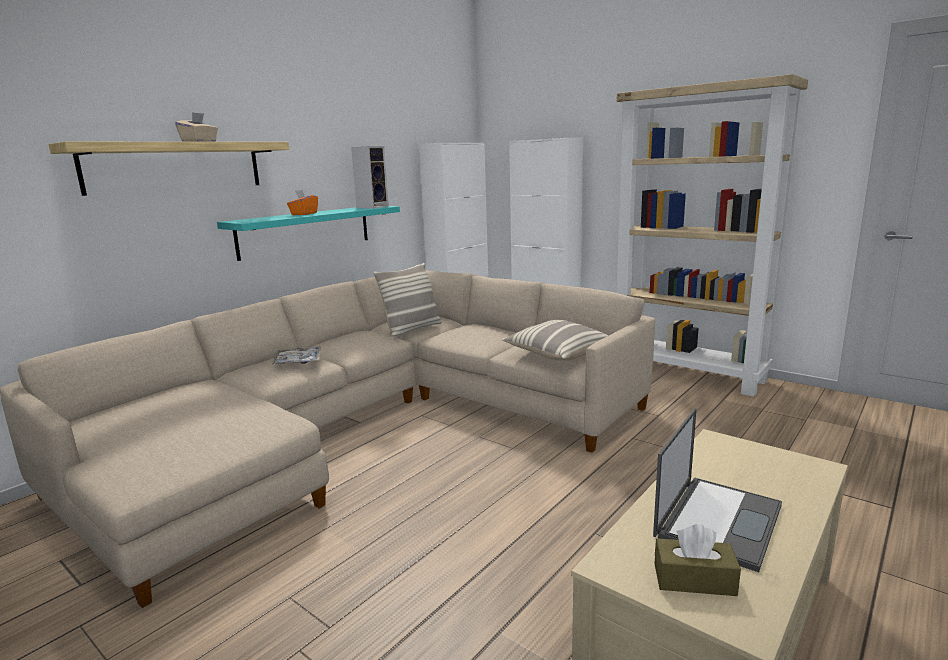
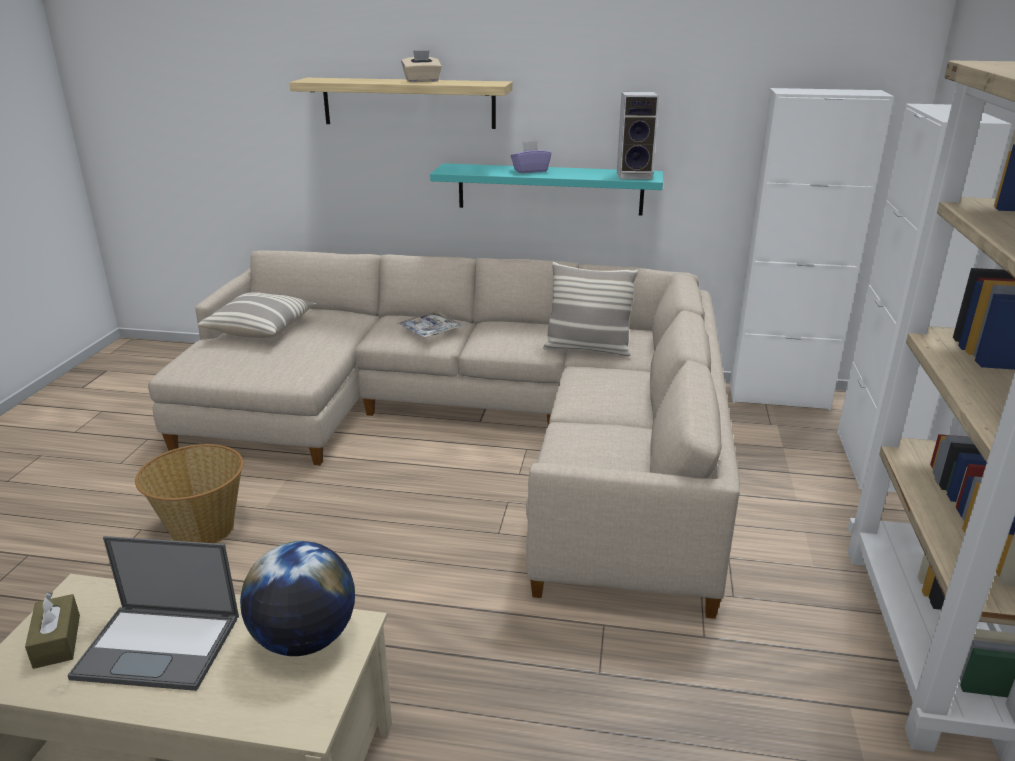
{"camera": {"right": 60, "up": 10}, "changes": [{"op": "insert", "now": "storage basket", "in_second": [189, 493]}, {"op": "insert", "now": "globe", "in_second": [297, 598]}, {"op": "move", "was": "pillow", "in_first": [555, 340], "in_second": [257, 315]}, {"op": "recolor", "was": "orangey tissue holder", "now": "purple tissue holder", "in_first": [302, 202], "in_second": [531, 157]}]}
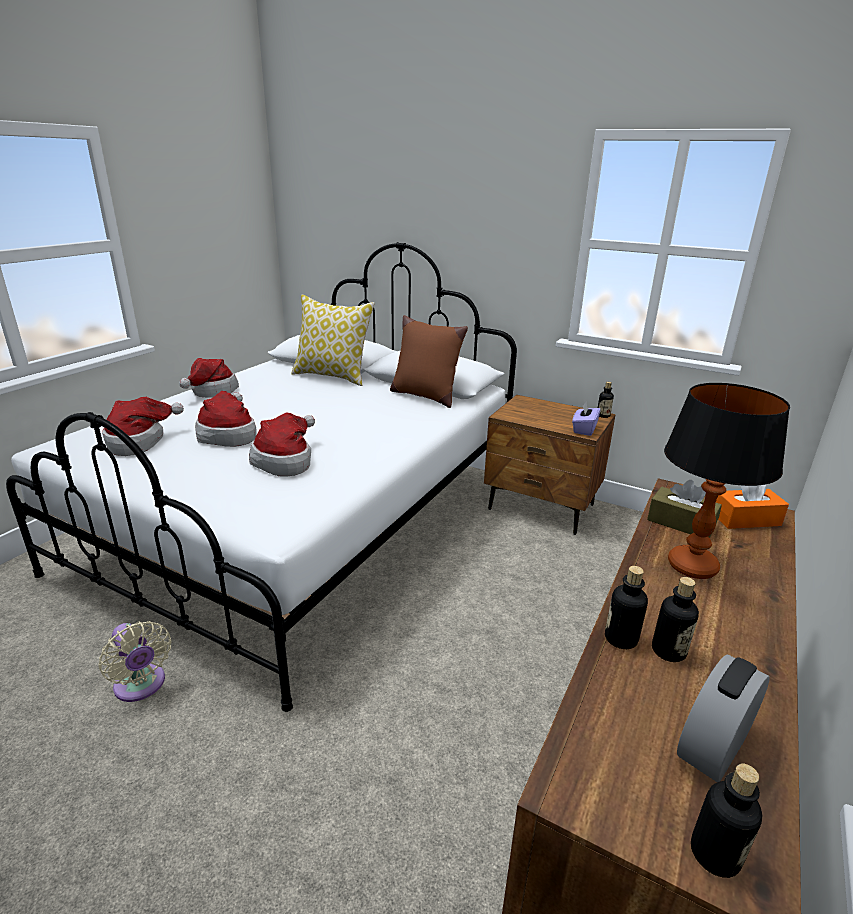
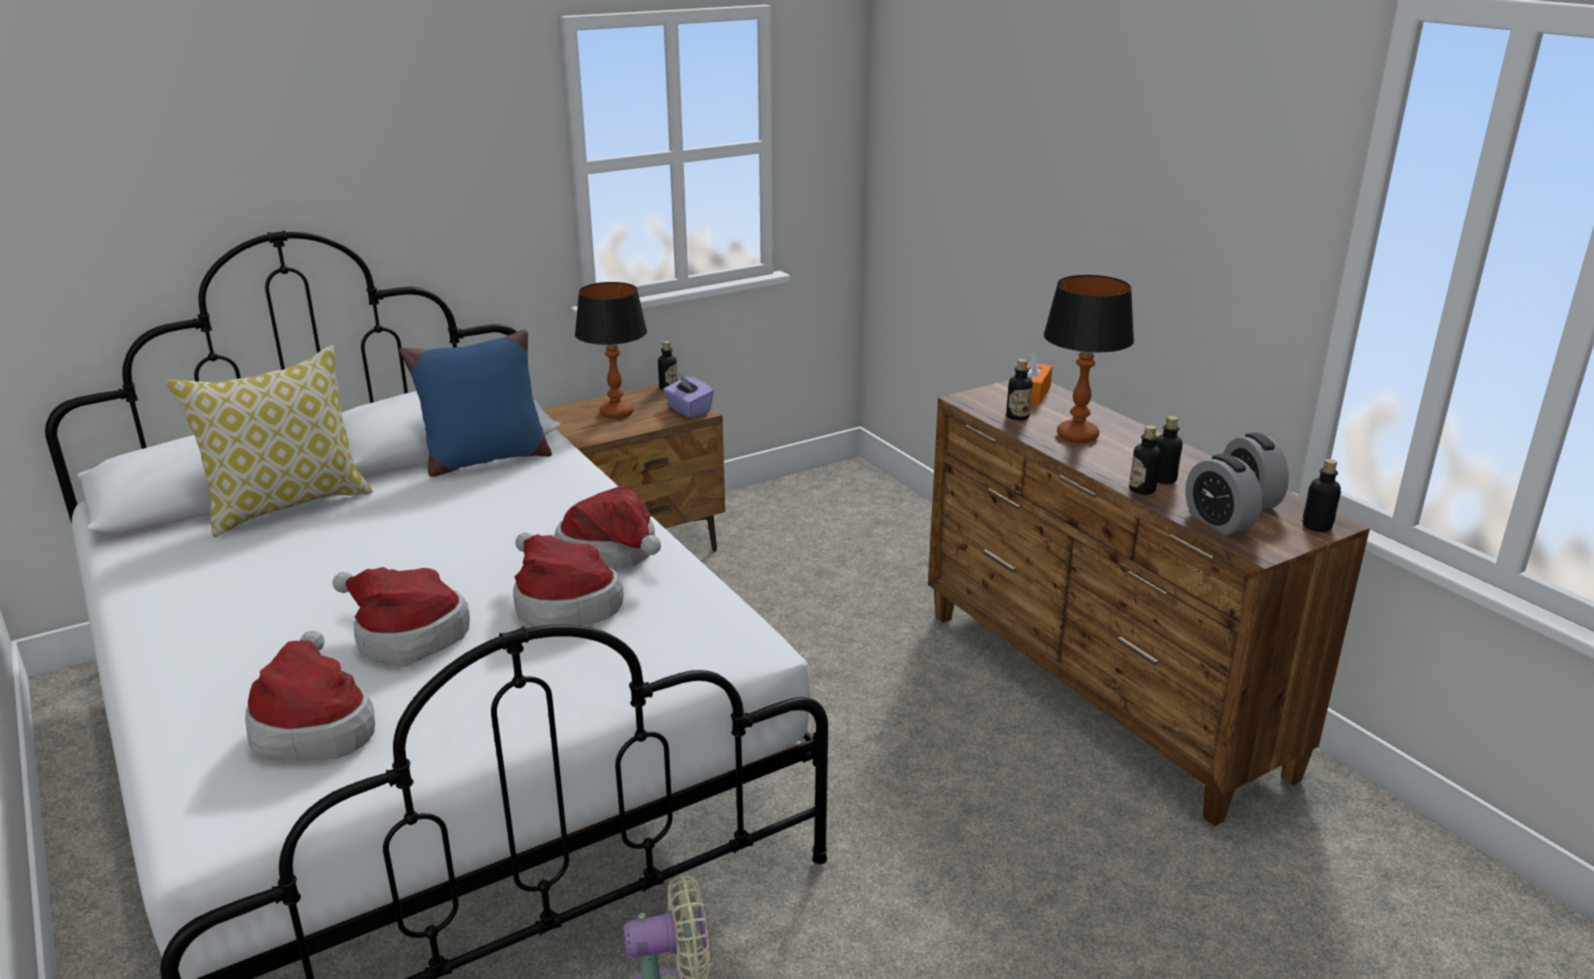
{"camera": {"right": -60, "up": 0}, "changes": [{"op": "insert", "now": "table lamp", "in_second": [611, 350]}, {"op": "insert", "now": "table clock", "in_second": [1224, 494]}, {"op": "move", "was": "clothing hat", "in_first": [209, 378], "in_second": [607, 526]}, {"op": "replace", "was": "brown-coloured tissue holder", "now": "beverage bottle", "in_first": [684, 509], "in_second": [1019, 390]}, {"op": "recolor", "was": "brown-coloured pillow", "now": "bluish pillow", "in_first": [429, 361], "in_second": [475, 403]}]}
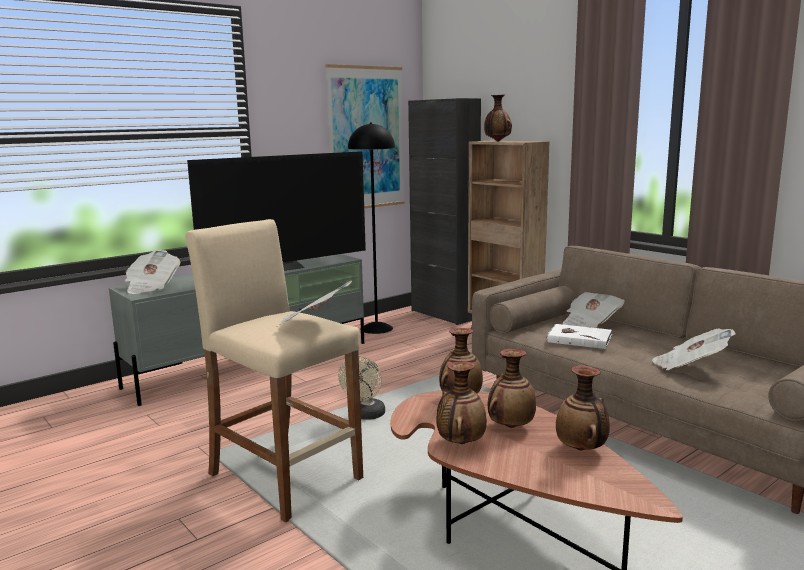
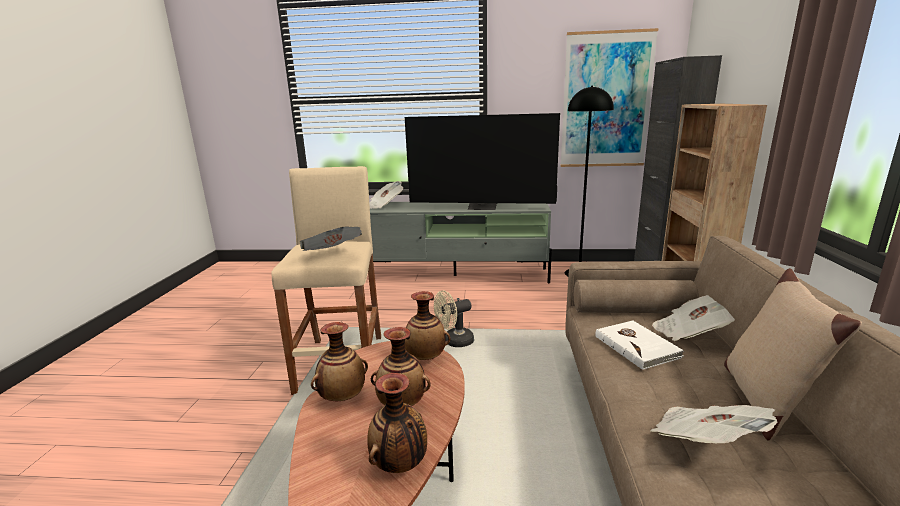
{"camera": {"right": 45, "up": 5}, "changes": [{"op": "delete", "was": "flower vase", "in_first": [498, 117]}, {"op": "insert", "now": "sand-coloured pillow", "in_second": [793, 354]}]}
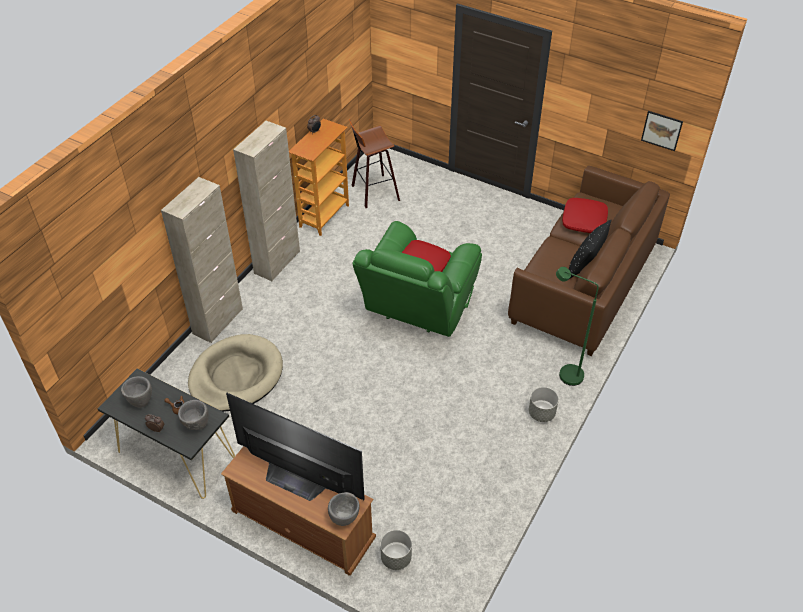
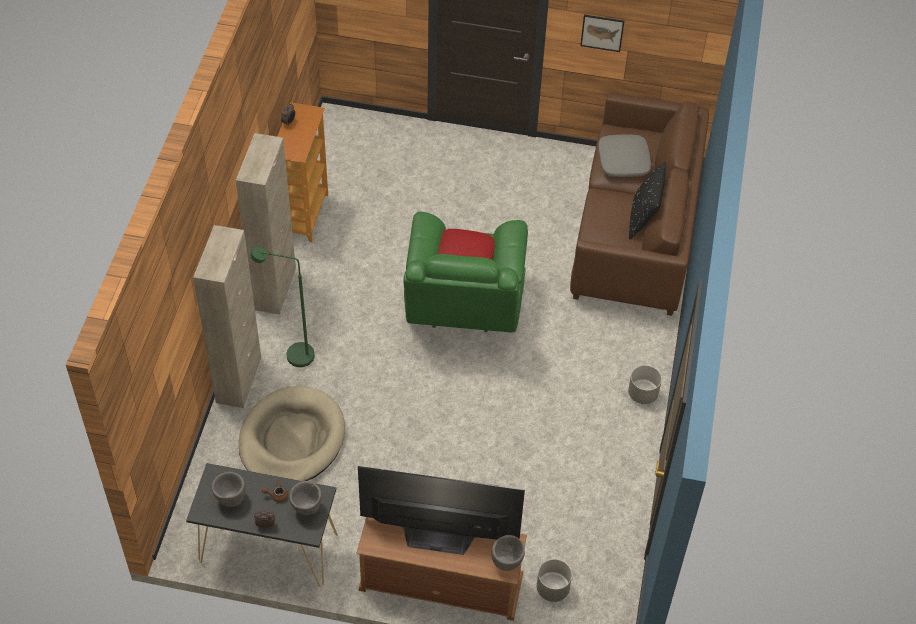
{"camera": {"right": -20, "up": 5}, "changes": [{"op": "delete", "was": "stool seat", "in_first": [374, 163]}, {"op": "move", "was": "green standing lamp", "in_first": [577, 326], "in_second": [282, 307]}, {"op": "move", "was": "wall picture", "in_first": [662, 131], "in_second": [602, 33]}, {"op": "recolor", "was": "red-coloured pillow", "now": "greyish pillow", "in_first": [585, 215], "in_second": [624, 155]}]}
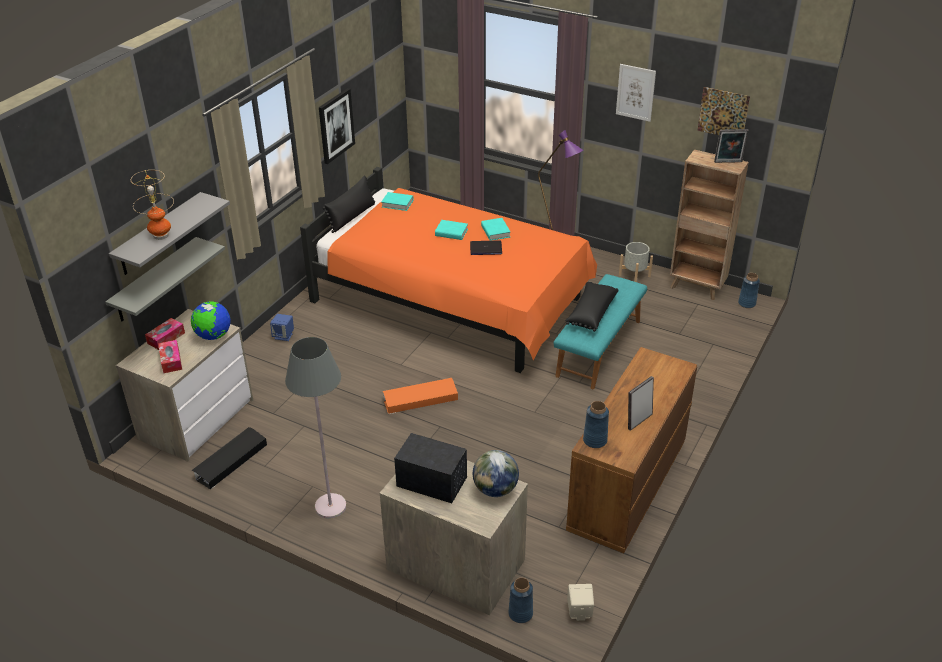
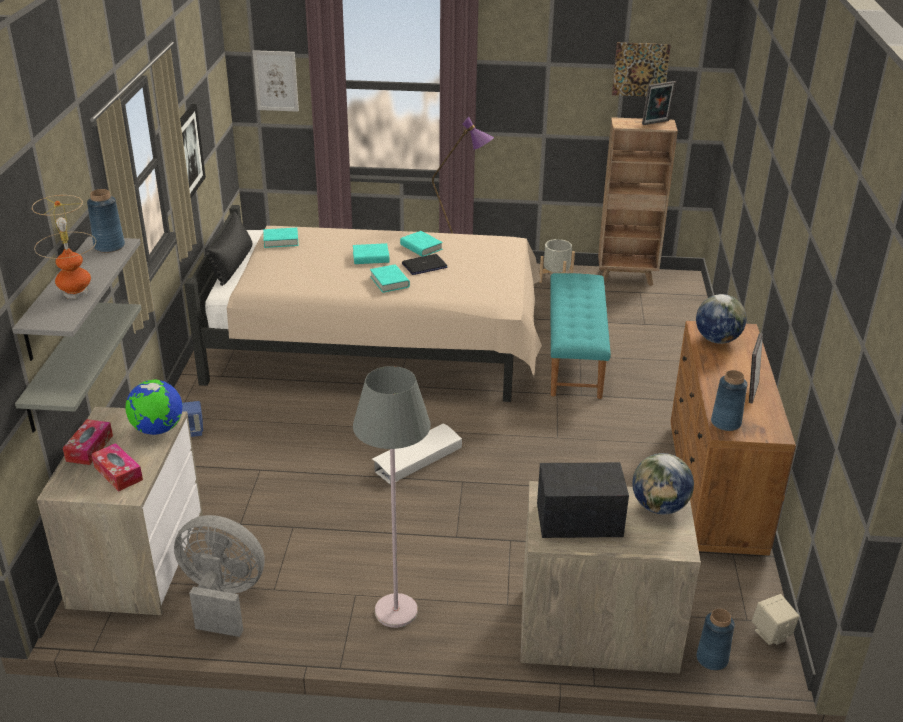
{"camera": {"right": -25, "up": -5}, "changes": [{"op": "delete", "was": "black pillow", "in_first": [592, 307]}, {"op": "insert", "now": "turquoise-coloured bound book", "in_second": [390, 278]}, {"op": "insert", "now": "globe", "in_second": [721, 319]}, {"op": "move", "was": "wall picture", "in_first": [636, 93], "in_second": [275, 81]}, {"op": "move", "was": "bluish flower vase", "in_first": [749, 290], "in_second": [106, 221]}, {"op": "replace", "was": "black storage box", "now": "greyish fan", "in_first": [229, 458], "in_second": [219, 576]}, {"op": "recolor", "was": "orangey bedroom bed", "now": "sand-coloured bedroom bed", "in_first": [448, 270], "in_second": [363, 303]}, {"op": "recolor", "was": "orangey storage box", "now": "white storage box", "in_first": [420, 396], "in_second": [417, 454]}]}
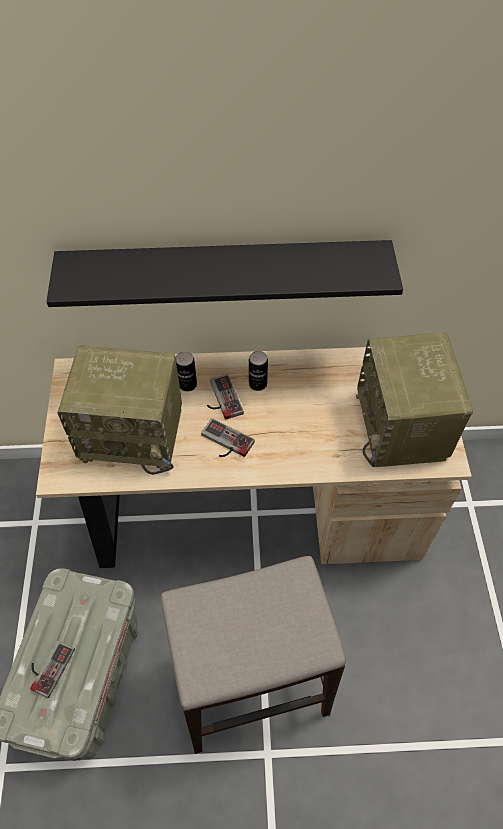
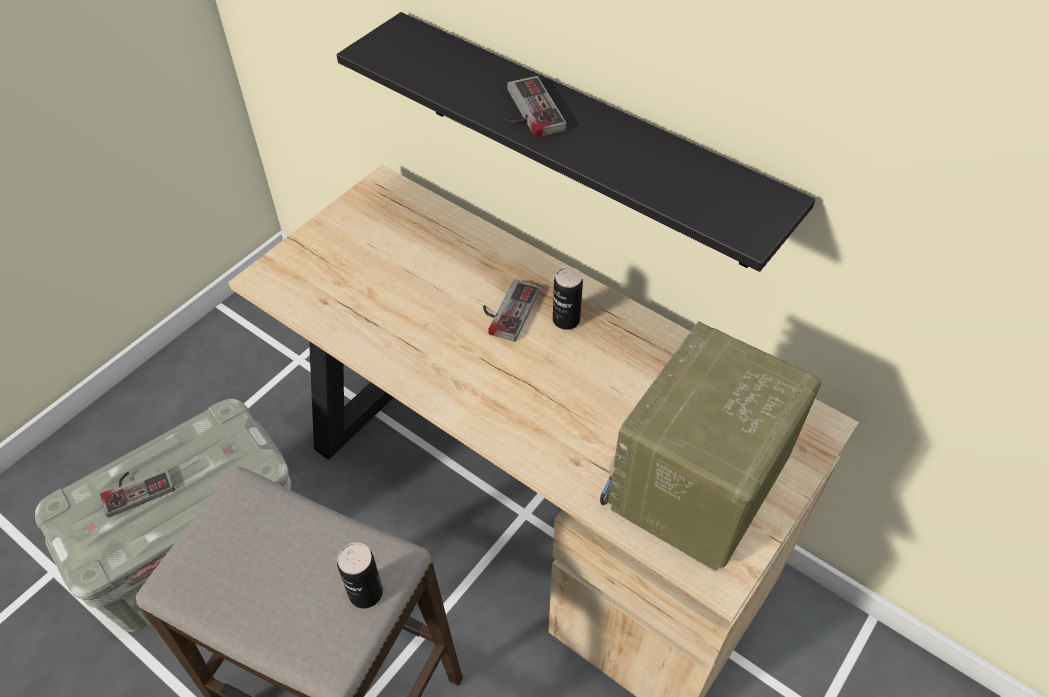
{"camera": {"right": 40, "up": -5}, "changes": [{"op": "delete", "was": "radio set", "in_first": [119, 410]}, {"op": "move", "was": "sealed can", "in_first": [186, 371], "in_second": [360, 576]}, {"op": "move", "was": "game controller", "in_first": [228, 437], "in_second": [535, 106]}]}
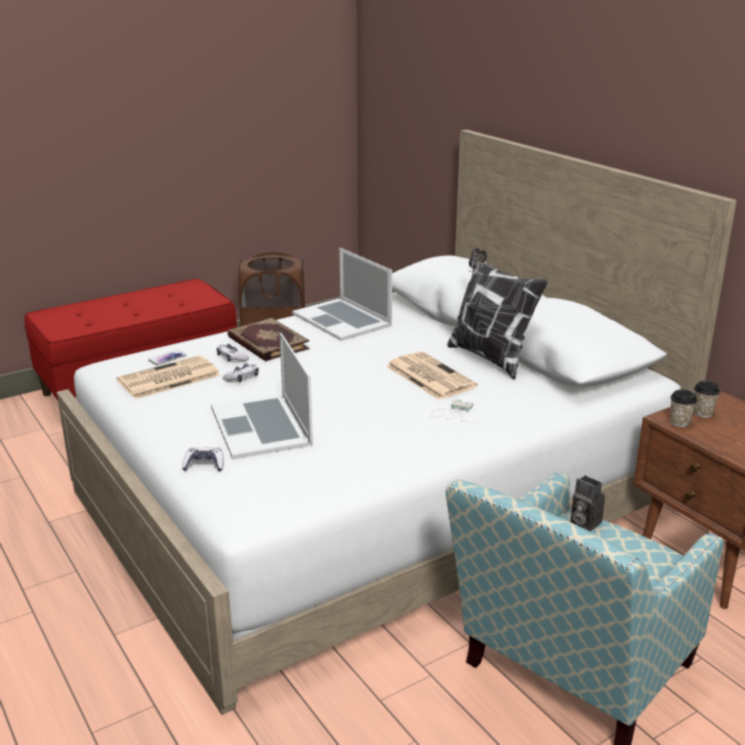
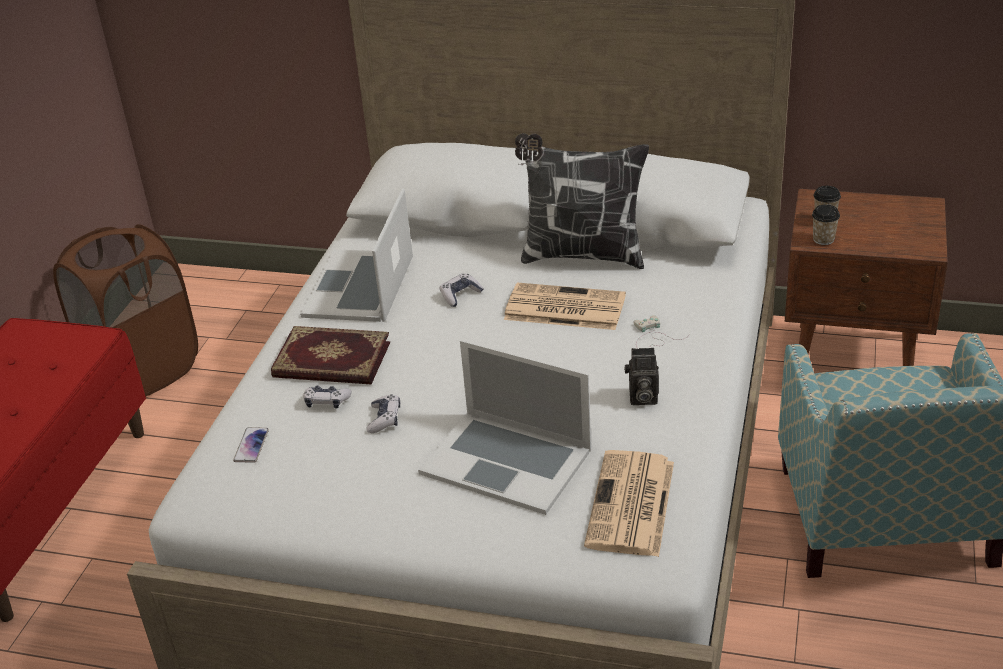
{"camera": {"right": -40, "up": 10}, "changes": [{"op": "move", "was": "printed paper", "in_first": [169, 377], "in_second": [629, 503]}, {"op": "move", "was": "game controller", "in_first": [203, 459], "in_second": [462, 290]}, {"op": "move", "was": "still camera", "in_first": [588, 503], "in_second": [641, 376]}, {"op": "rotate", "was": "notebook computer", "in_first": [342, 294], "in_second": [356, 255], "clockwise": 90}]}
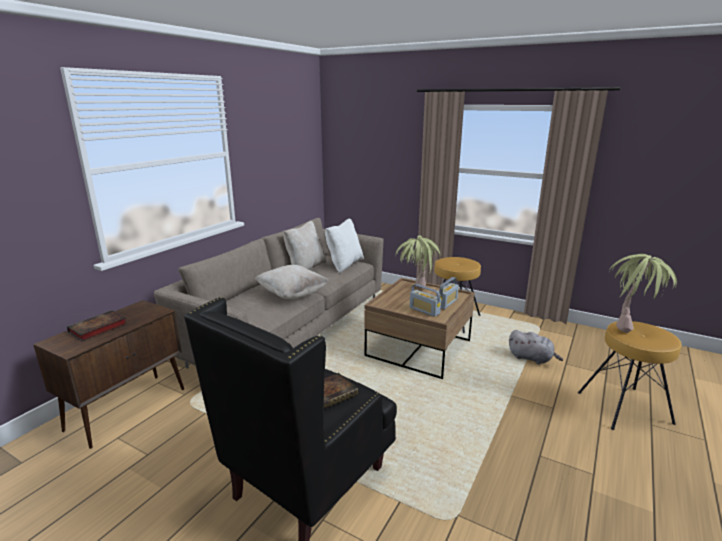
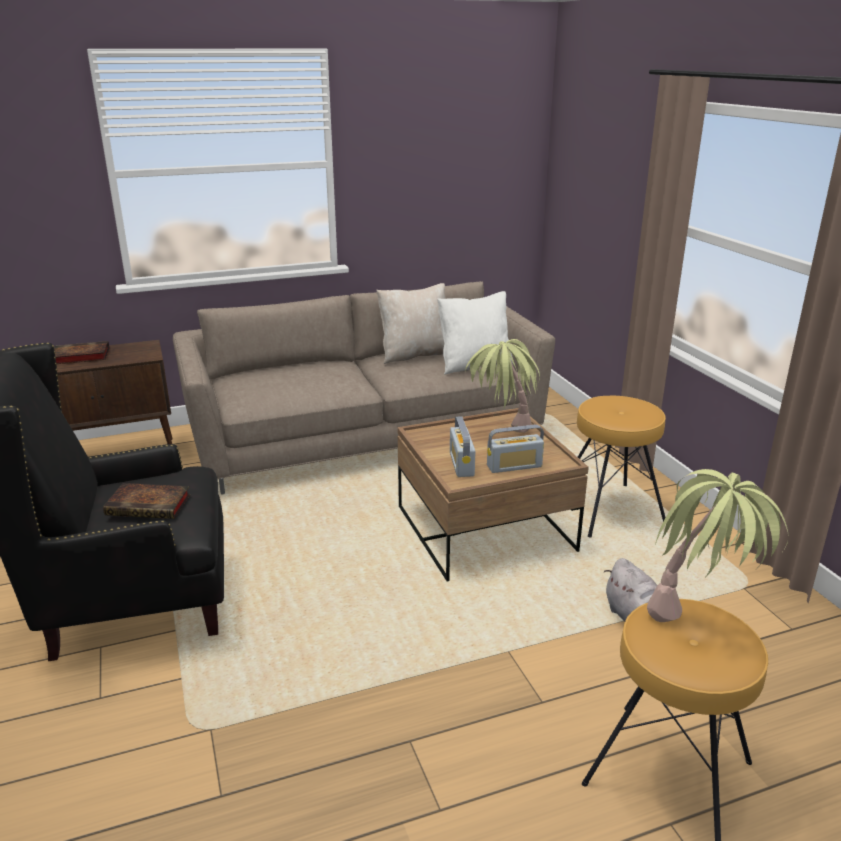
{"camera": {"right": 40, "up": 5}, "changes": [{"op": "delete", "was": "sand-coloured pillow", "in_first": [292, 282]}]}
